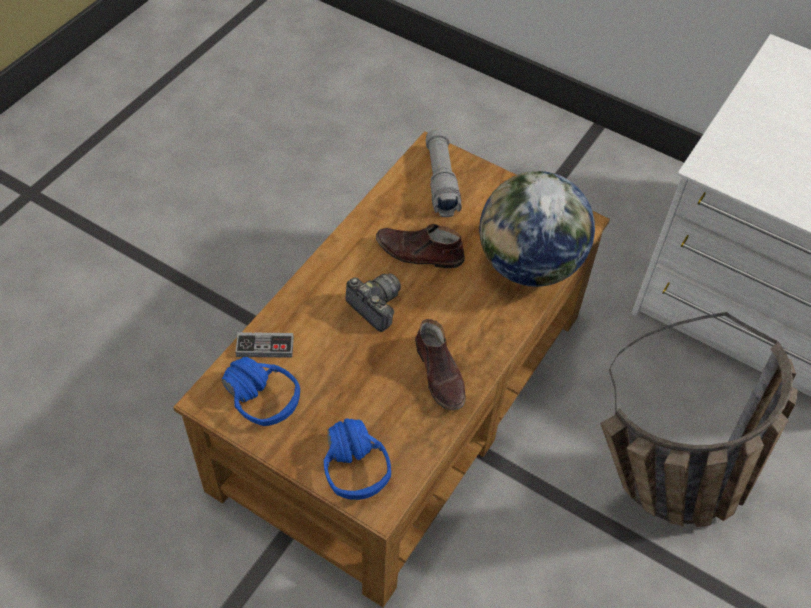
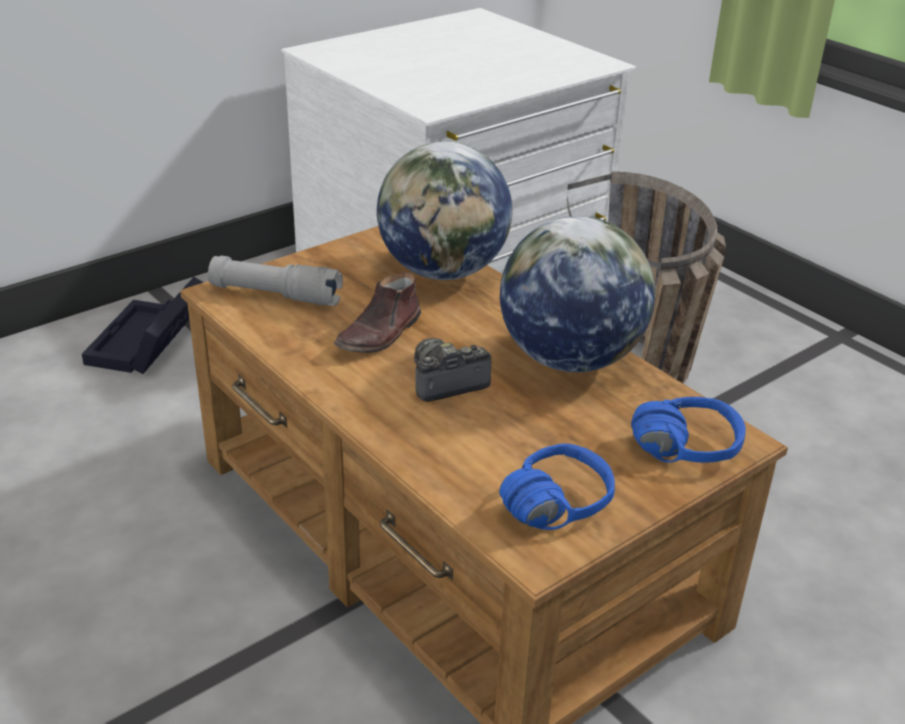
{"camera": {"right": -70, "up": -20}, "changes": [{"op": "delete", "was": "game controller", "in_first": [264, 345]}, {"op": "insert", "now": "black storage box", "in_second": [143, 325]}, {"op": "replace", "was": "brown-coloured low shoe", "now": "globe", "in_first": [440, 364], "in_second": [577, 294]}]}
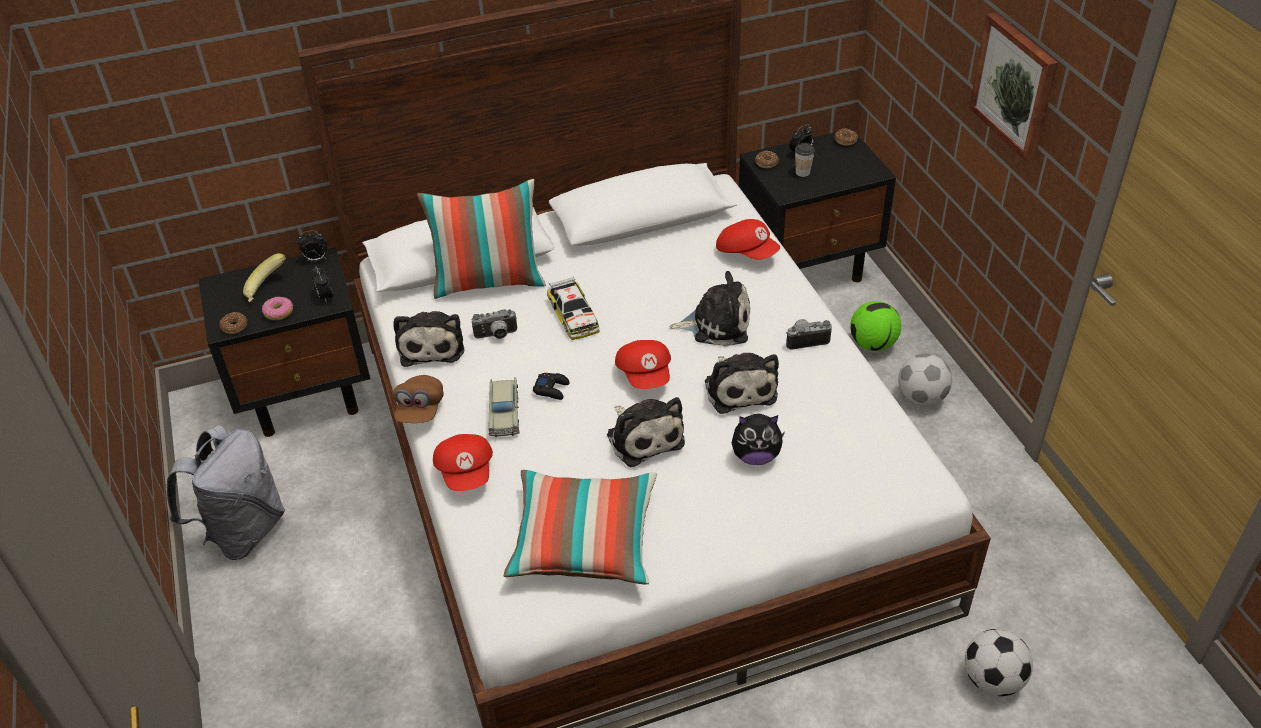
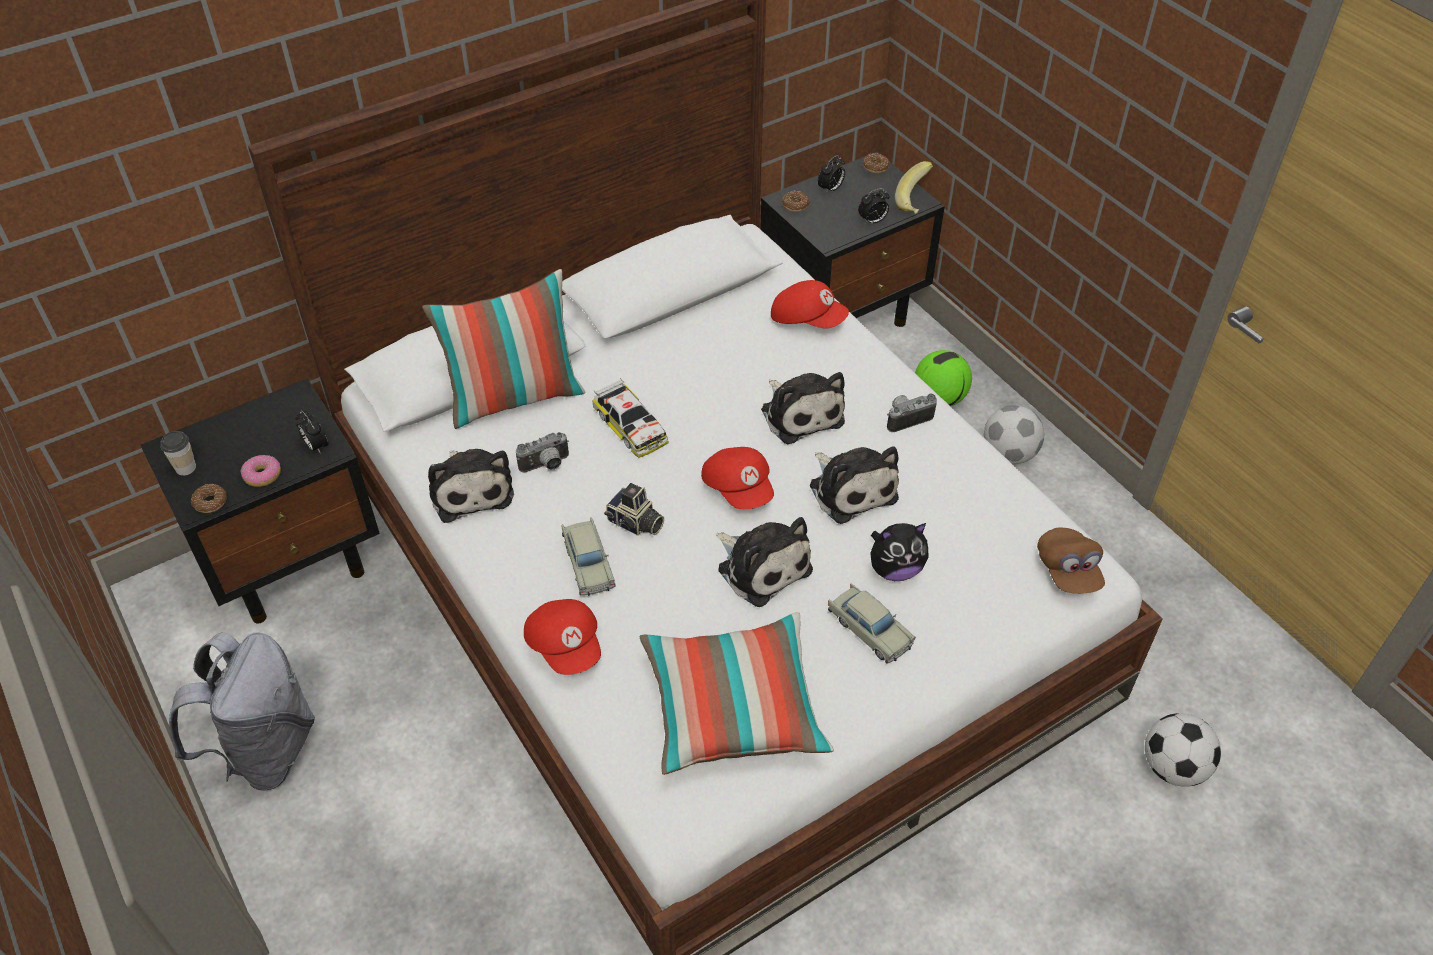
{"camera": {"right": -15, "up": 5}, "changes": [{"op": "delete", "was": "wall picture", "in_first": [1013, 86]}, {"op": "insert", "now": "sand-coloured toy car", "in_second": [872, 624]}, {"op": "move", "was": "banana", "in_first": [264, 277], "in_second": [914, 187]}, {"op": "move", "was": "table clock", "in_first": [312, 246], "in_second": [874, 206]}, {"op": "move", "was": "brown-coloured peaked cap", "in_first": [418, 399], "in_second": [1071, 560]}, {"op": "move", "was": "cup", "in_first": [804, 160], "in_second": [178, 453]}, {"op": "replace", "was": "black game controller", "now": "still camera", "in_first": [551, 386], "in_second": [634, 509]}, {"op": "rotate", "was": "plush toy", "in_first": [710, 309], "in_second": [803, 408], "clockwise": 75}]}
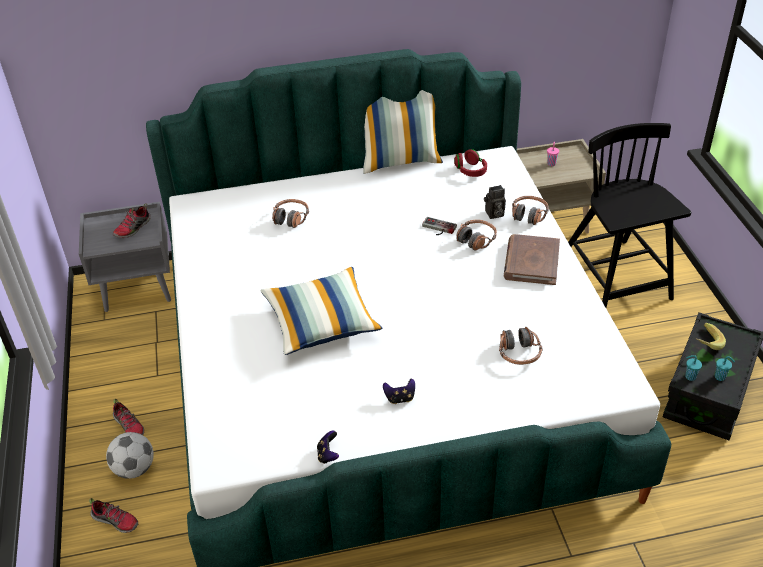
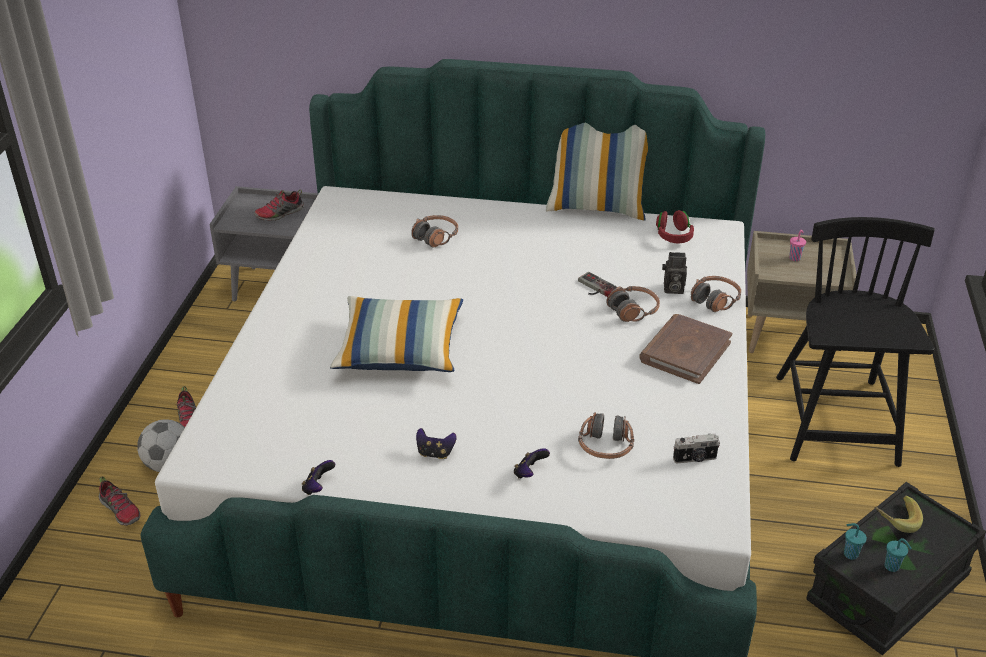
{"camera": {"right": 20, "up": -5}, "changes": [{"op": "insert", "now": "game controller", "in_second": [532, 463]}, {"op": "insert", "now": "still camera", "in_second": [696, 449]}]}
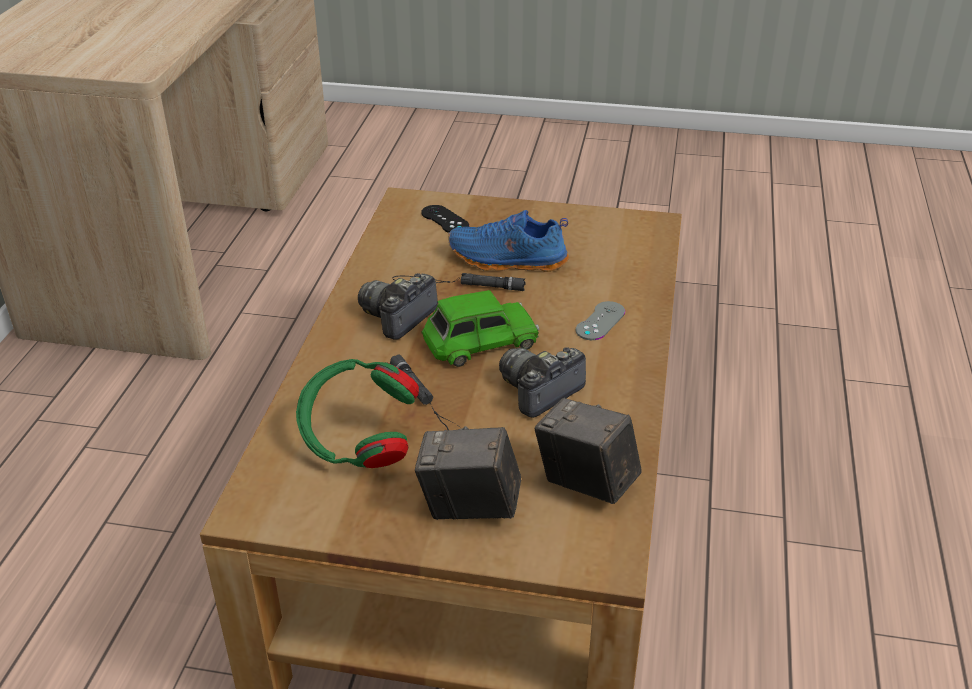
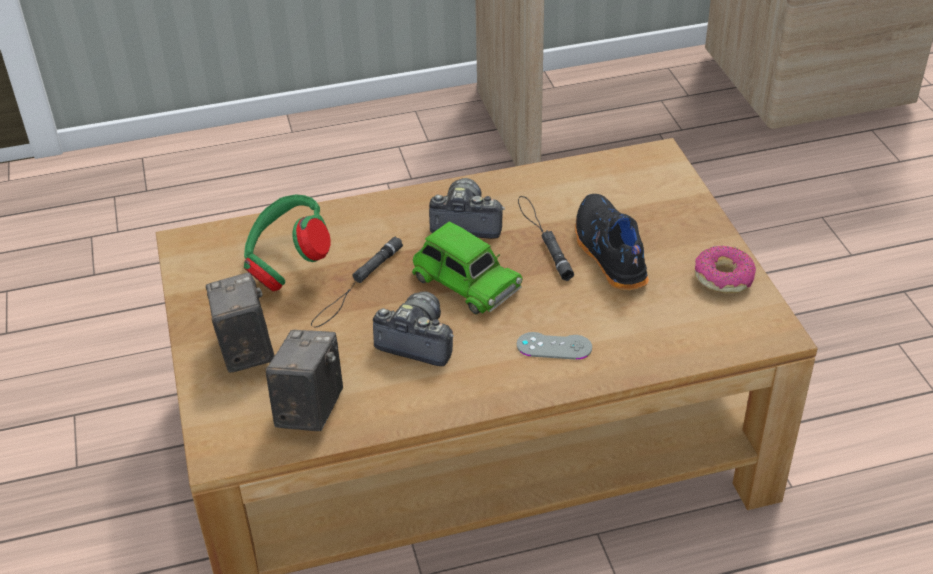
{"camera": {"right": 65, "up": 5}, "changes": [{"op": "delete", "was": "black game controller", "in_first": [445, 219]}, {"op": "insert", "now": "doughnut", "in_second": [725, 269]}, {"op": "recolor", "was": "bluish low shoe", "now": "black low shoe", "in_first": [508, 241], "in_second": [612, 242]}]}
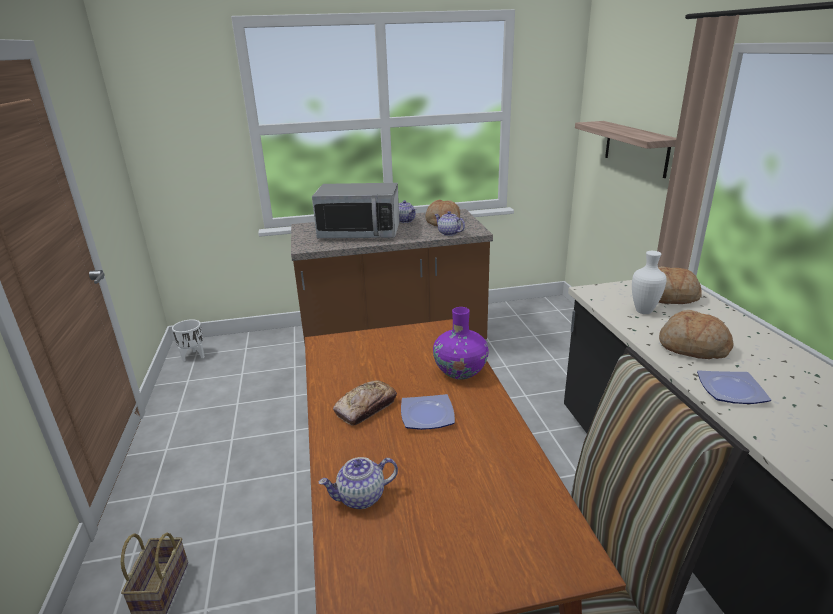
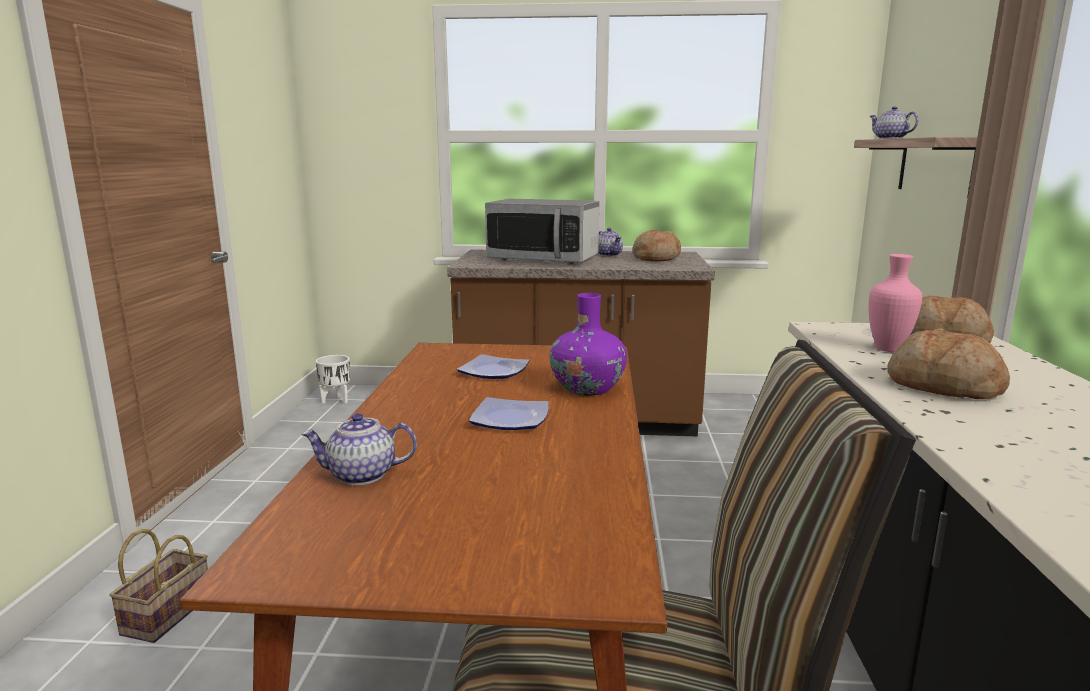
{"camera": {"right": 15, "up": -10}, "changes": [{"op": "delete", "was": "bread", "in_first": [365, 402]}, {"op": "move", "was": "tea pot", "in_first": [449, 223], "in_second": [894, 122]}, {"op": "move", "was": "plate", "in_first": [734, 387], "in_second": [493, 366]}, {"op": "recolor", "was": "white flower vase", "now": "pink-coloured flower vase", "in_first": [649, 282], "in_second": [895, 303]}]}
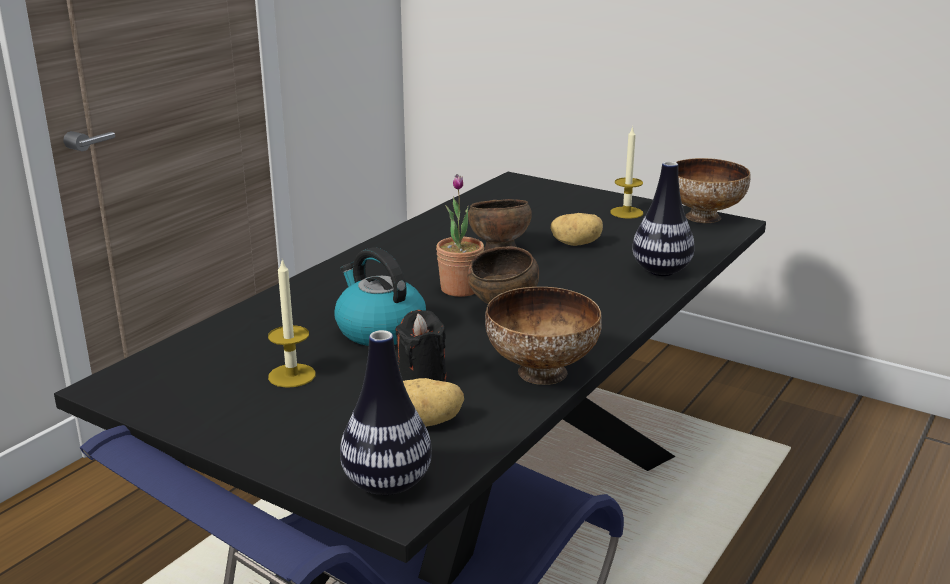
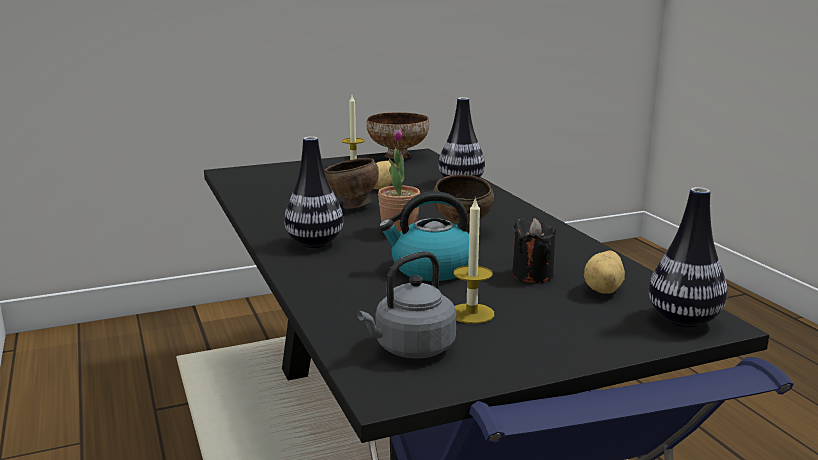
{"camera": {"right": -55, "up": -5}, "changes": [{"op": "delete", "was": "serving bowl", "in_first": [543, 336]}, {"op": "insert", "now": "flower vase", "in_second": [313, 192]}, {"op": "insert", "now": "greyish water kettle", "in_second": [406, 305]}]}
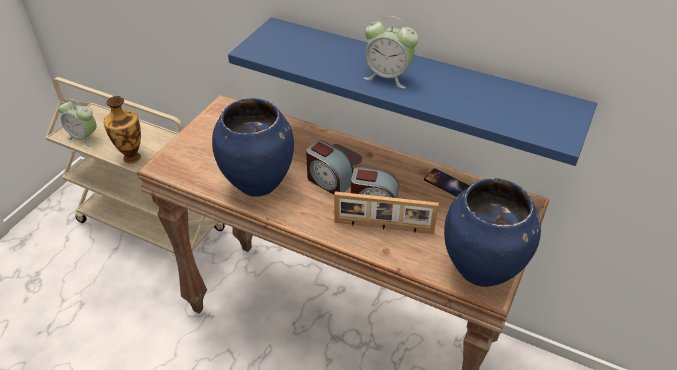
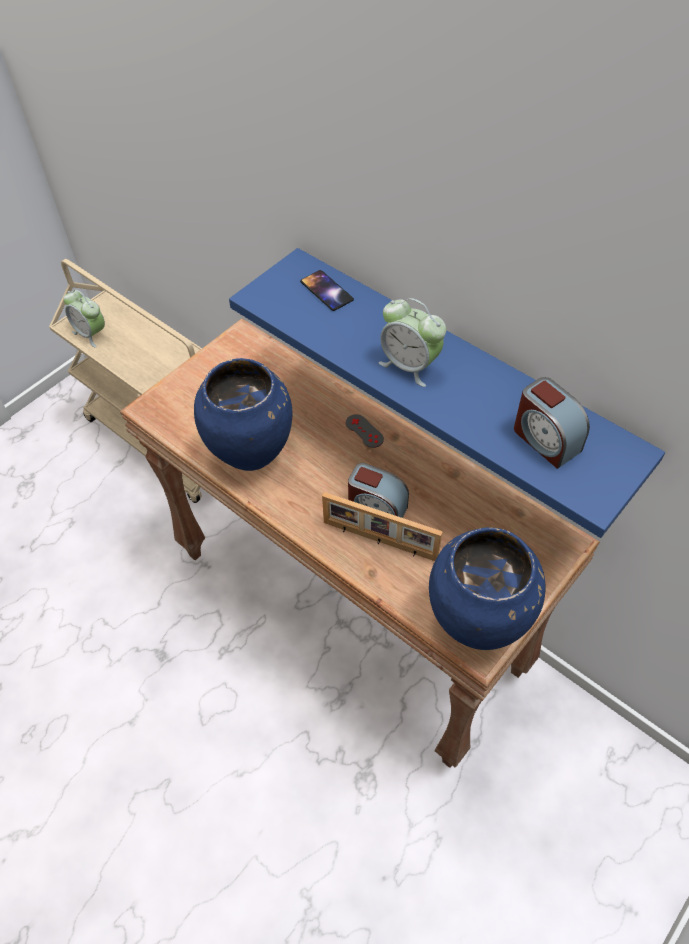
{"camera": {"right": 15, "up": 10}, "changes": [{"op": "delete", "was": "flower vase", "in_first": [122, 130]}, {"op": "move", "was": "table clock", "in_first": [329, 167], "in_second": [552, 423]}, {"op": "move", "was": "telephone", "in_first": [446, 183], "in_second": [327, 290]}]}
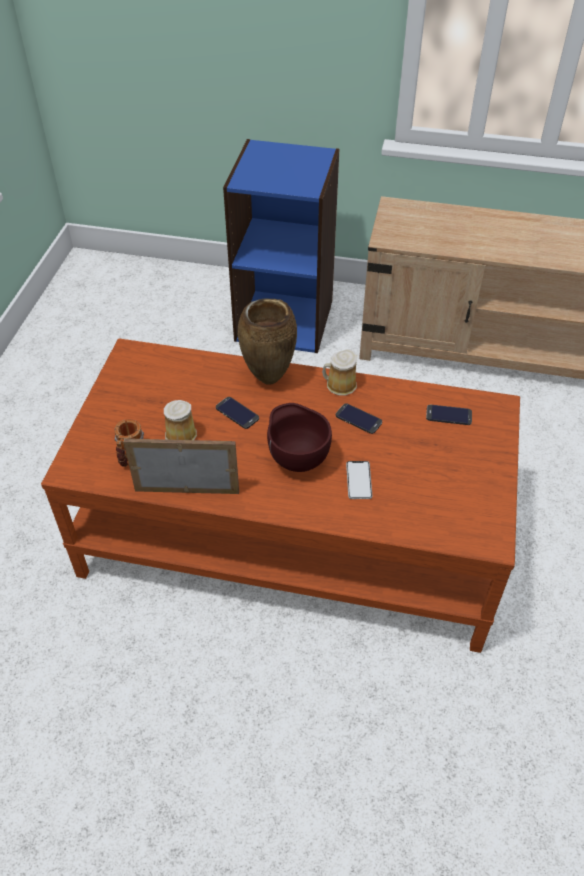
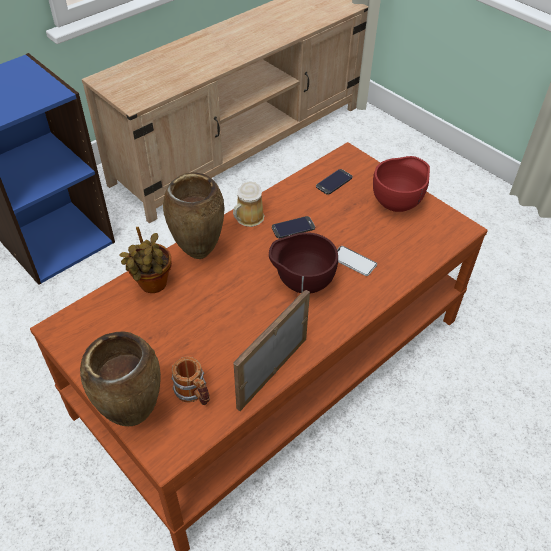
{"camera": {"right": -55, "up": 0}, "changes": [{"op": "delete", "was": "coffee mug", "in_first": [180, 420]}, {"op": "delete", "was": "telephone", "in_first": [237, 413]}, {"op": "insert", "now": "brown-coloured flower vase", "in_second": [120, 378]}, {"op": "insert", "now": "potted plant", "in_second": [145, 260]}, {"op": "insert", "now": "red-coloured serving bowl", "in_second": [401, 184]}]}
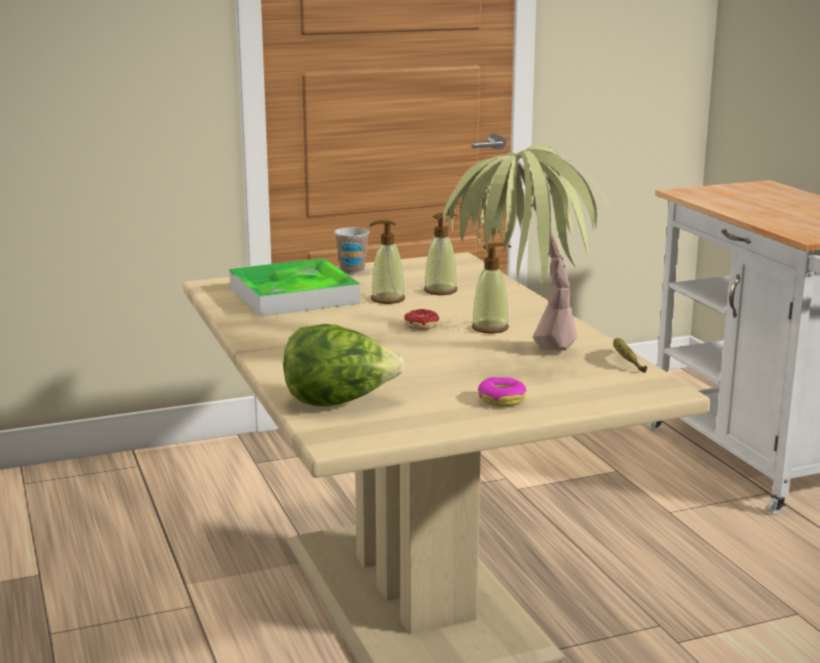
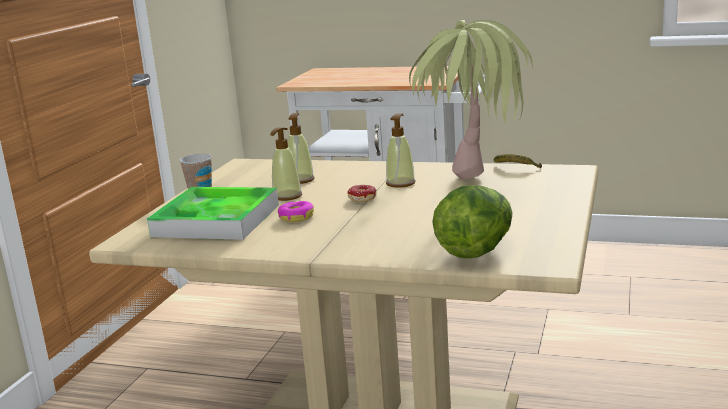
{"camera": {"right": -50, "up": 0}, "changes": [{"op": "move", "was": "doughnut", "in_first": [502, 391], "in_second": [296, 211]}]}
